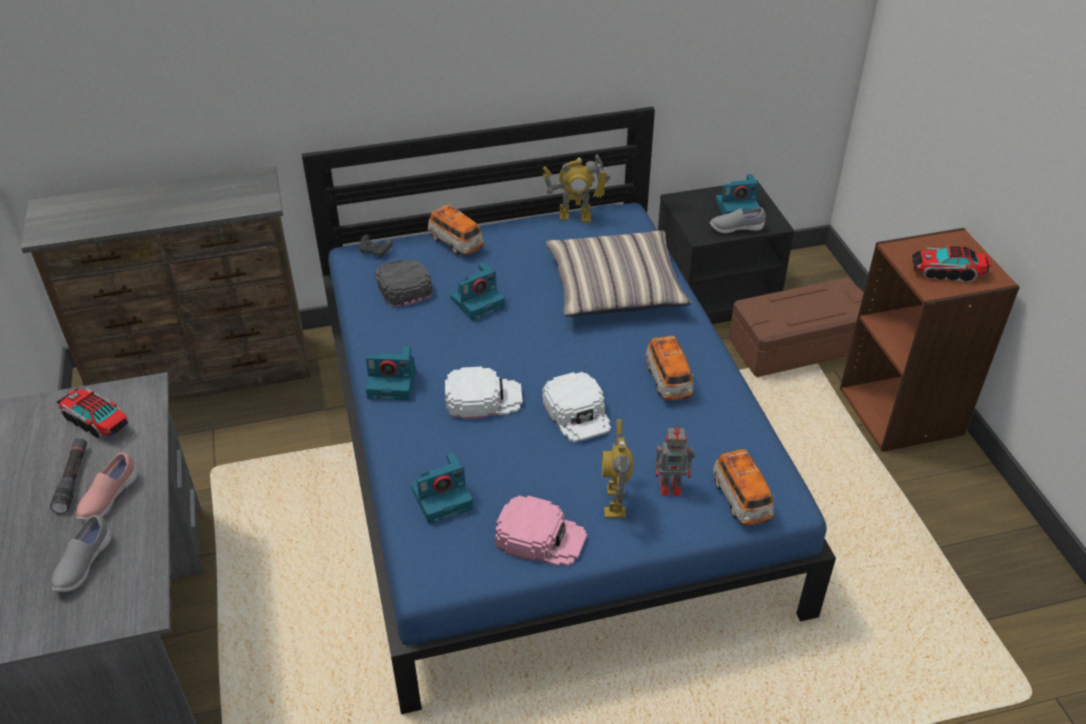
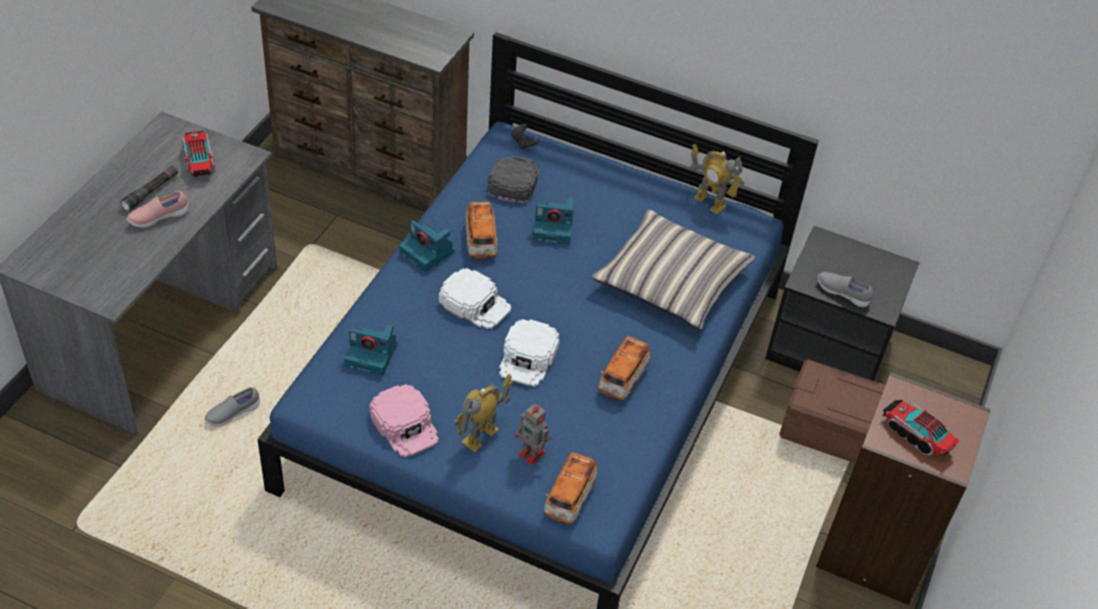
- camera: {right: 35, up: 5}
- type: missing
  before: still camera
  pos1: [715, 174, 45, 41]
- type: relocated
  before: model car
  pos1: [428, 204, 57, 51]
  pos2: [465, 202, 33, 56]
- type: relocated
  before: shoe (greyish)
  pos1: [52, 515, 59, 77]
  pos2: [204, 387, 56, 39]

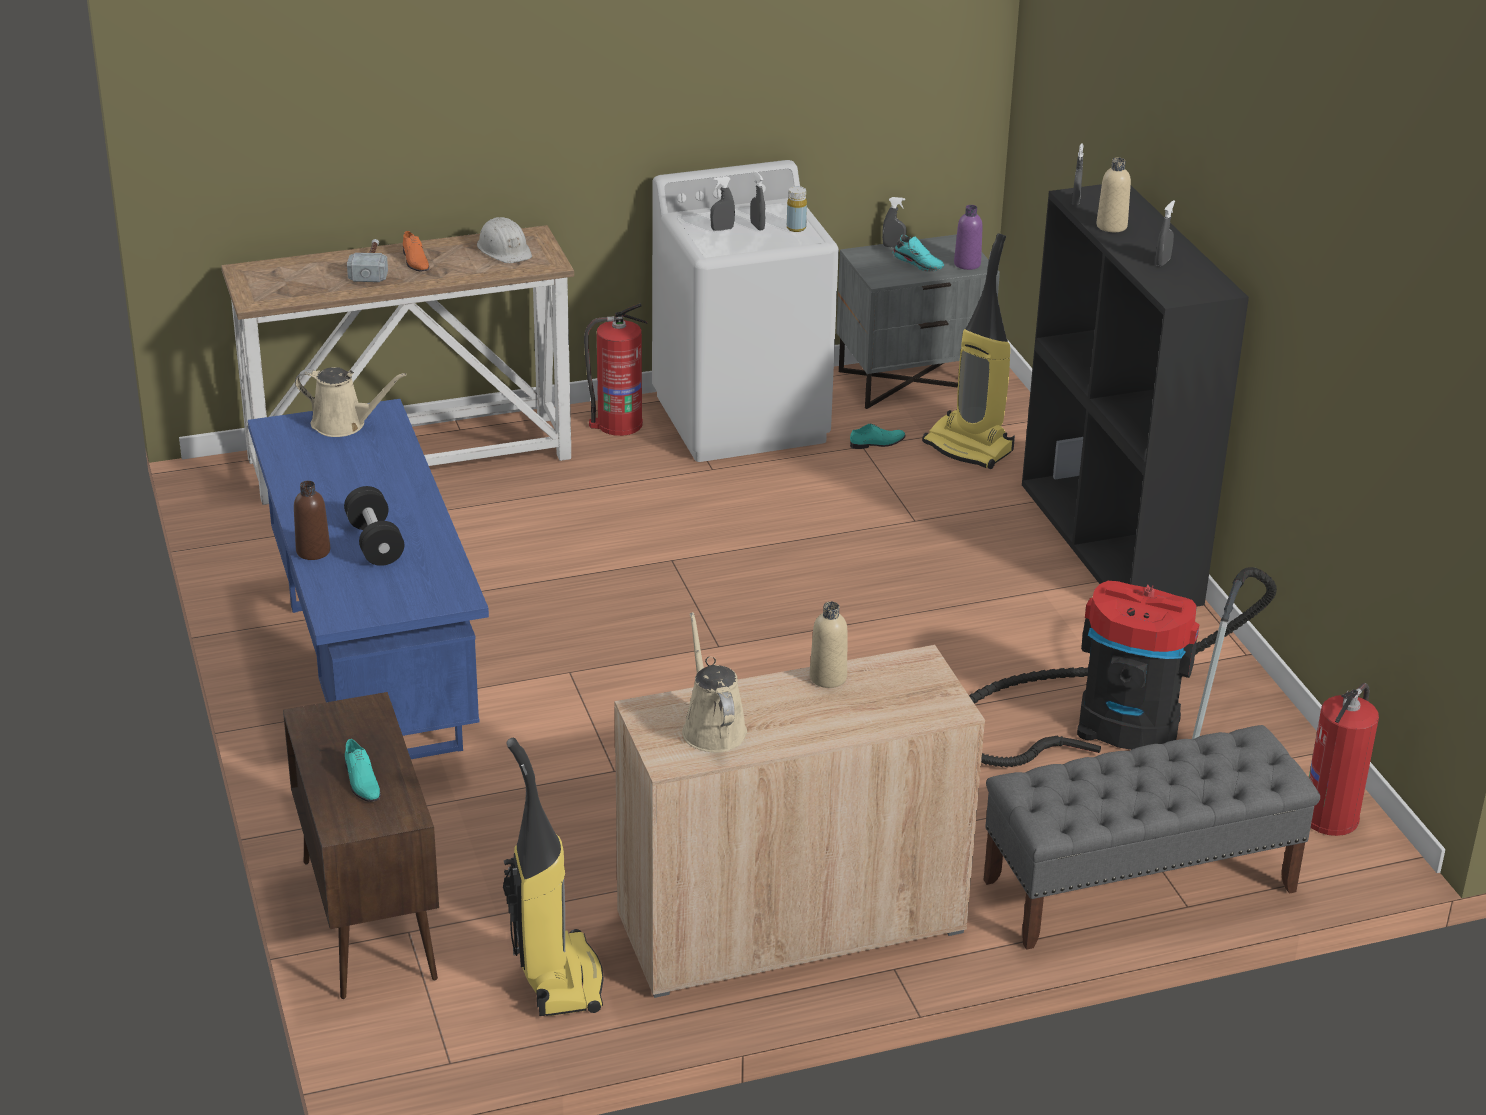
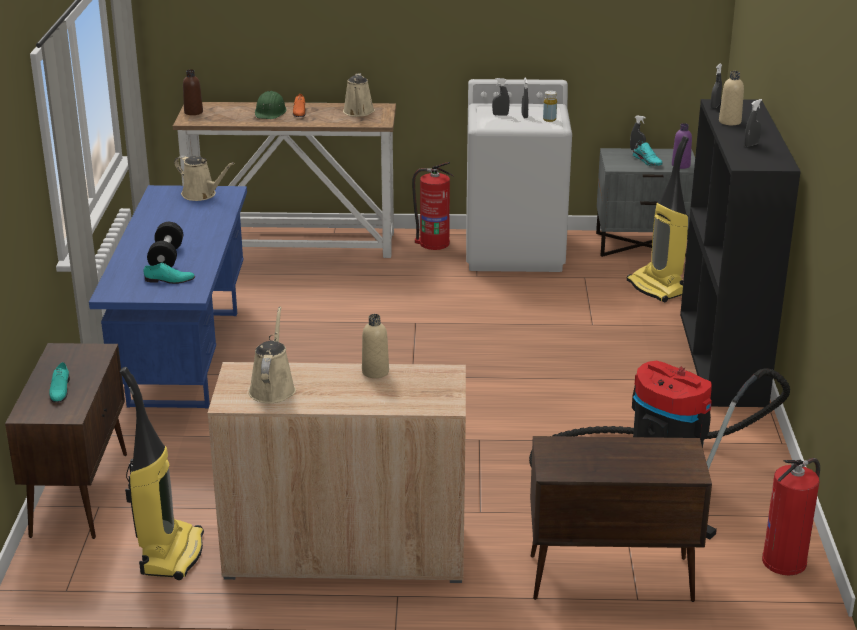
- camera: {right: 20, up: -5}
- type: exchanged
  before: work helmet (whitish)
  after: sprinkling can (beige-coloured)
  pos1: [477, 217, 55, 46]
  pos2: [343, 73, 32, 44]
- type: exchanged
  before: hand hammer
  after: work helmet (greenish)
  pos1: [347, 239, 41, 43]
  pos2: [255, 91, 32, 28]
- type: relocated
  before: shoe (blue-green)
  pos1: [850, 424, 56, 25]
  pos2: [144, 263, 51, 21]
- type: relocated
  before: bottle (brown-coloured)
  pos1: [294, 481, 36, 79]
  pos2: [183, 69, 20, 46]
- type: exchanged
  before: indoor bench (greyish)
  after: cabinet (brown-coloured)
  pos1: [984, 725, 336, 225]
  pos2: [530, 436, 182, 166]

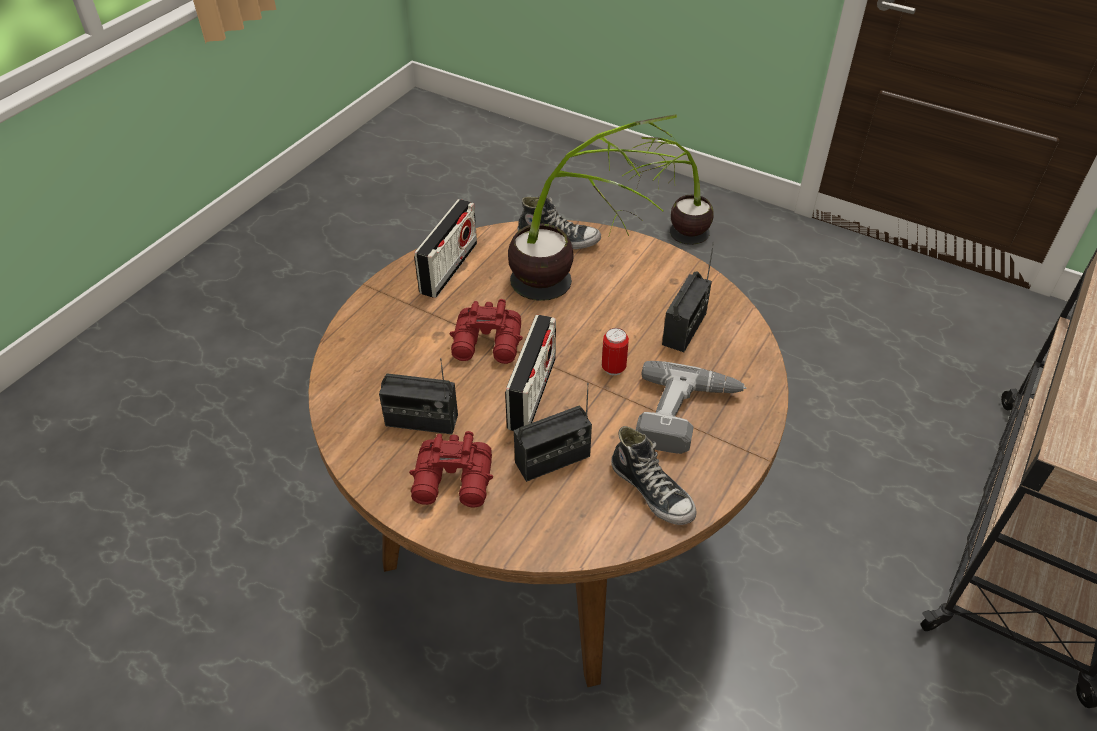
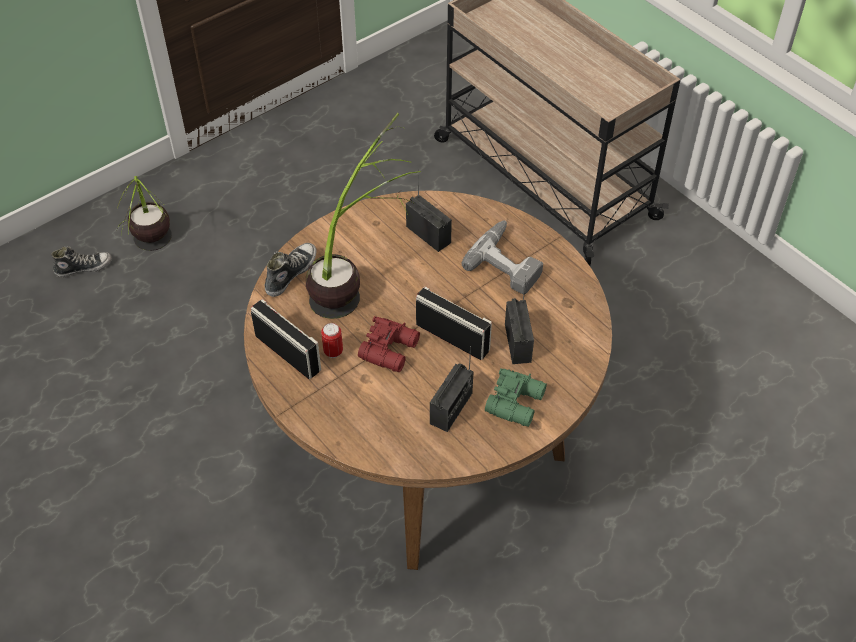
- camera: {right: -70, up: 5}
- type: relocated
  before: sealed can
  pos1: [602, 328, 27, 47]
  pos2: [321, 323, 22, 35]
- type: relocated
  before: shoe
  pos1: [611, 426, 85, 99]
  pos2: [51, 246, 61, 32]
- type: colour
  before: binoculars (red-coloured)
  after: binoculars (greenish)
  pos1: [409, 431, 84, 76]
  pos2: [485, 368, 62, 59]

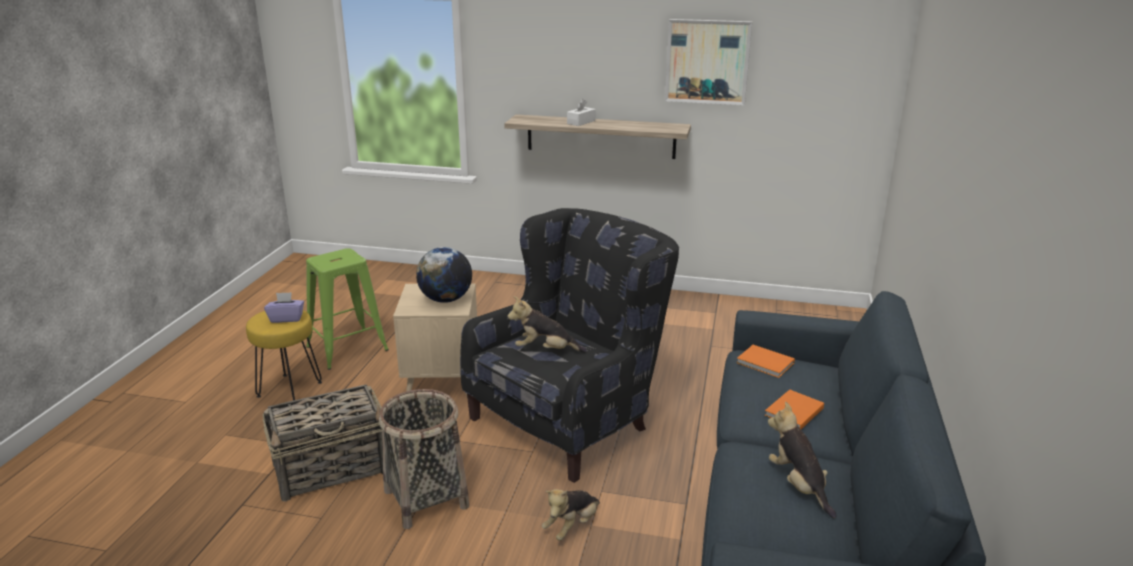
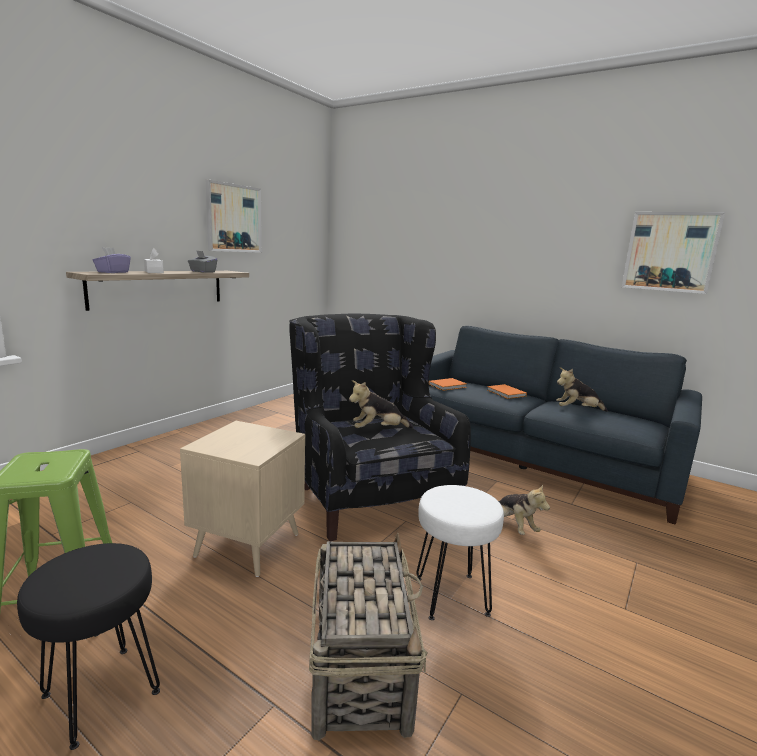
- camera: {right: -70, up: -10}
- type: missing
  before: desk globe
  pos1: [416, 247, 56, 56]
- type: relocated
  before: tissue box (purple-coloured)
  pos1: [264, 292, 40, 31]
  pos2: [92, 247, 39, 26]
- type: spun
  before: soft toy
  pos1: [507, 296, 80, 57]
  pos2: [349, 380, 64, 48]
  turn: 45
- type: colour
  before: stool (yellowish)
  after: stool (black)
  pos1: [246, 310, 76, 90]
  pos2: [17, 543, 143, 207]
- type: exchanged
  before: basket
  after: stool (whitish)
  pos1: [379, 389, 90, 140]
  pos2: [416, 485, 88, 135]
- type: appeared
  after: picture
  pos2: [622, 212, 103, 82]
- type: appeared
  after: tissue box (greyish)
  pos2: [188, 250, 29, 23]

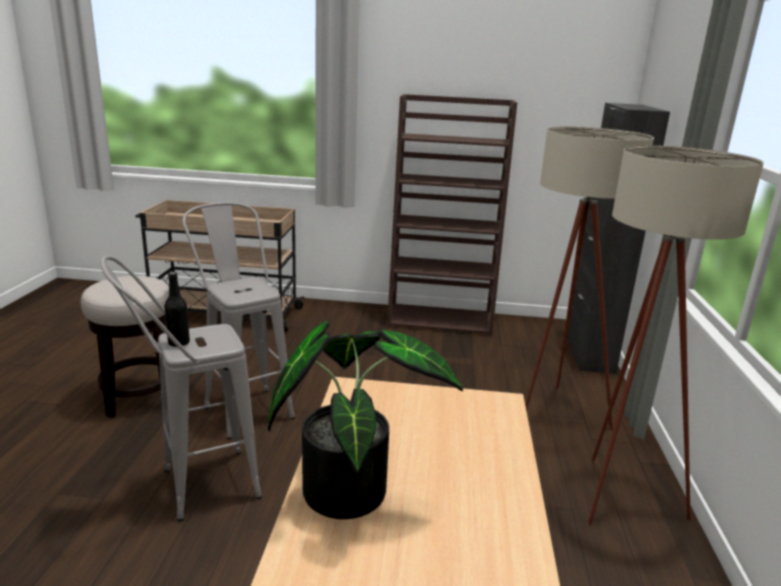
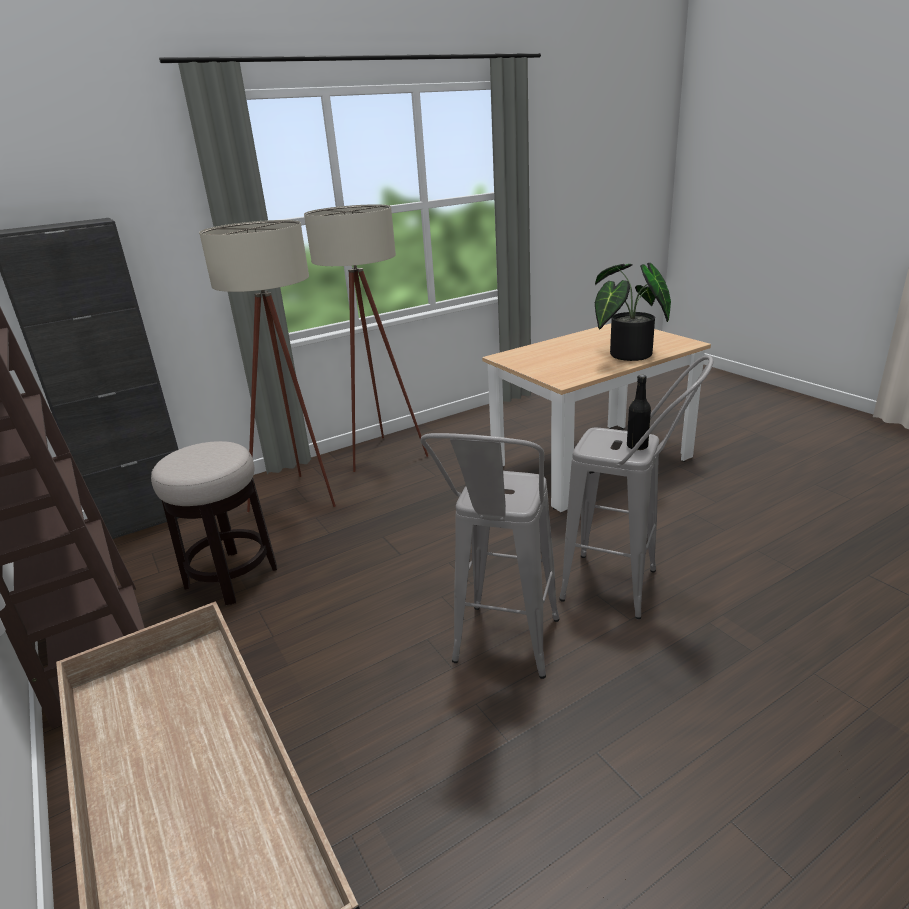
- camera: {right: -125, up: 5}
- type: relocated
  before: stool
  pos1: [81, 276, 88, 142]
  pos2: [151, 441, 126, 164]

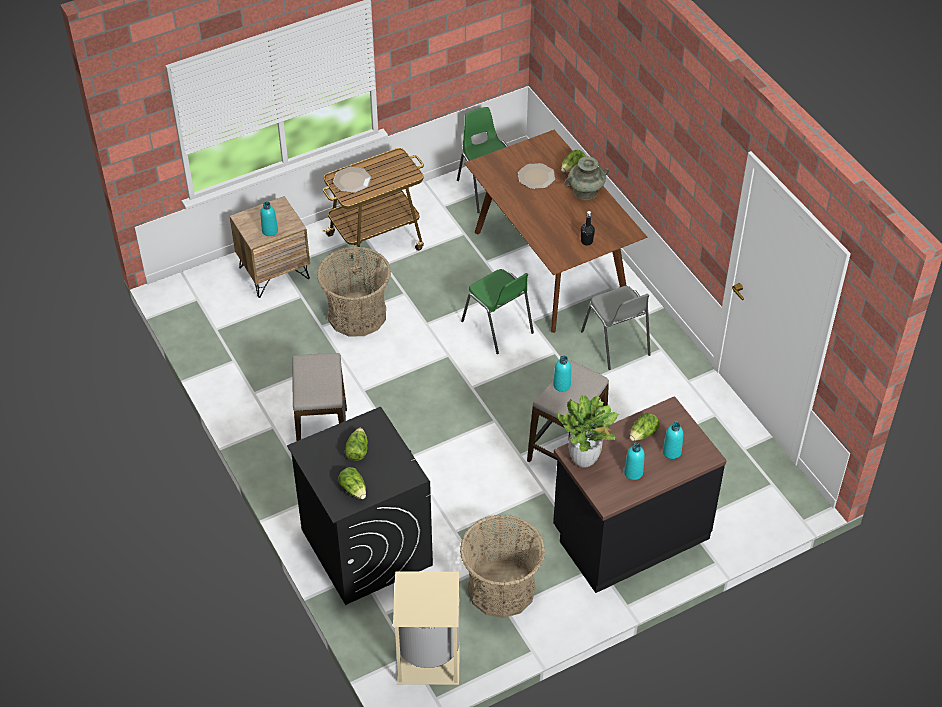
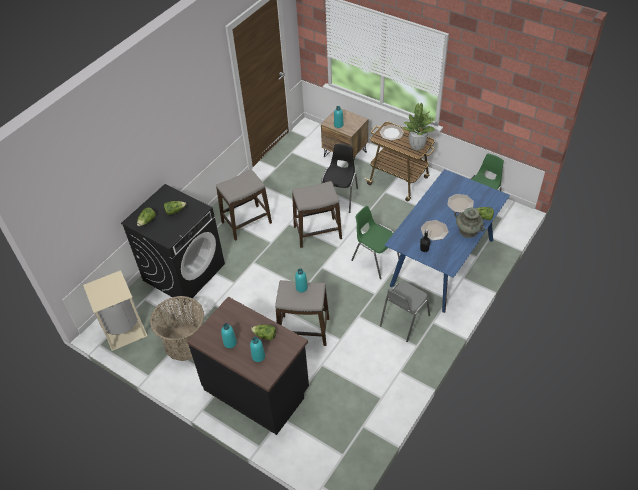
- camera: {right: 65, up: 0}
- type: colour
  before: kitchen table (brown-coloured)
  after: kitchen table (blue-coloured)
  pos1: [464, 130, 183, 203]
  pos2: [384, 169, 126, 144]
- type: exchanged
  before: basket
  after: upright chair (black)
  pos1: [317, 246, 74, 90]
  pos2: [321, 144, 37, 69]
- type: spun
  before: upright chair (greenish)
  pos1: [461, 269, 73, 85]
  pos2: [351, 206, 49, 73]
  turn: 105
- type: relocated
  before: plant in a pot
  pos1: [558, 395, 61, 73]
  pos2: [403, 103, 32, 48]
- type: appeared
  after: stool
  pos2: [292, 181, 50, 67]
- type: appeared
  after: flat dish
  pos2: [421, 220, 28, 21]

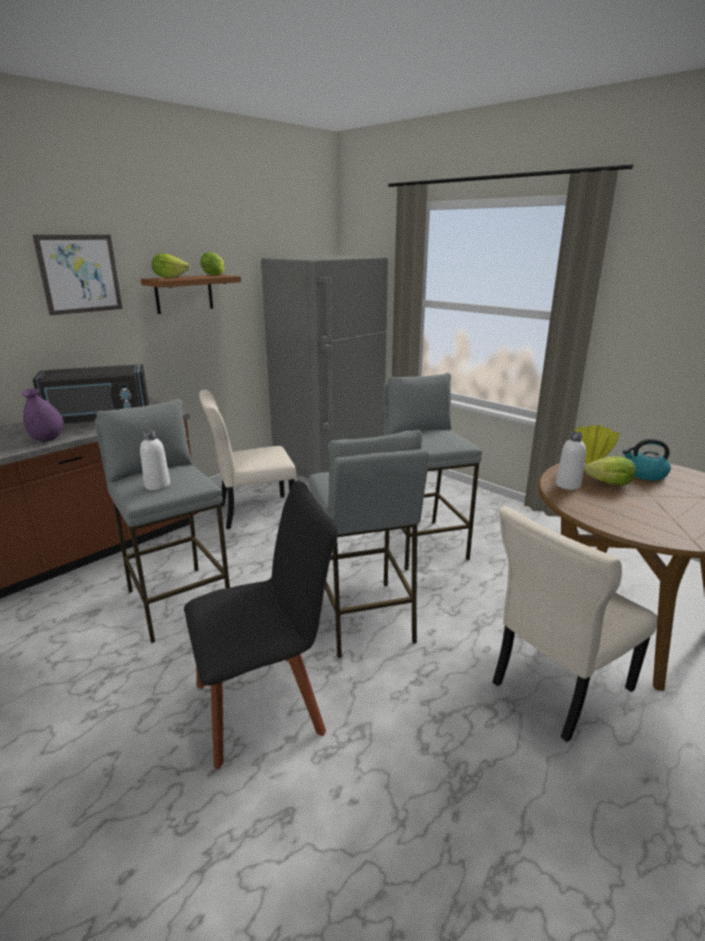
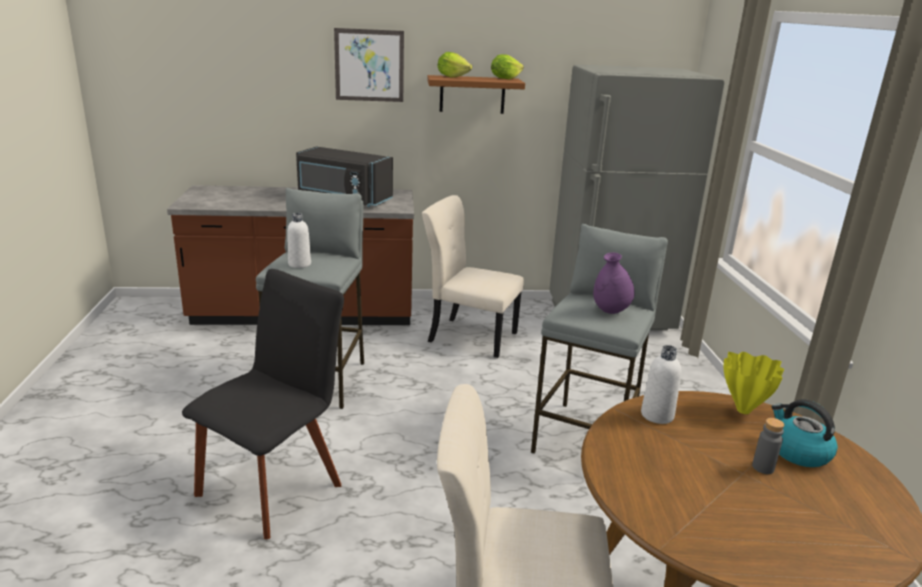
- camera: {right: 40, up: 0}
- type: relocated
  before: vase (purple-coloured)
  pos1: [22, 388, 42, 54]
  pos2: [593, 252, 42, 62]
- type: missing
  before: stool (greyish)
  pos1: [309, 430, 120, 228]
- type: missing
  before: lettuce
  pos1: [584, 456, 52, 30]
- type: spun
  before: upright chair (black)
  pos1: [184, 480, 154, 289]
  pos2: [182, 269, 162, 270]
  turn: -75
- type: appeared
  after: bottle (greyish)
  pos2: [752, 418, 32, 56]

